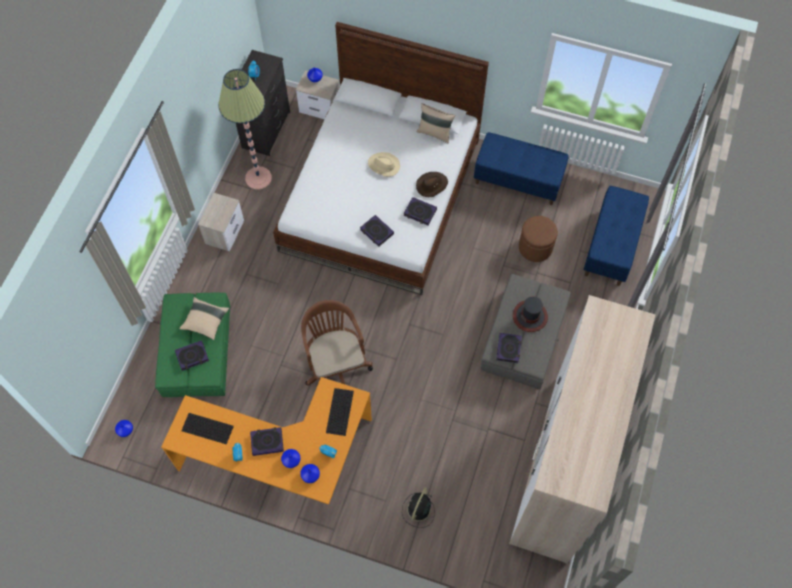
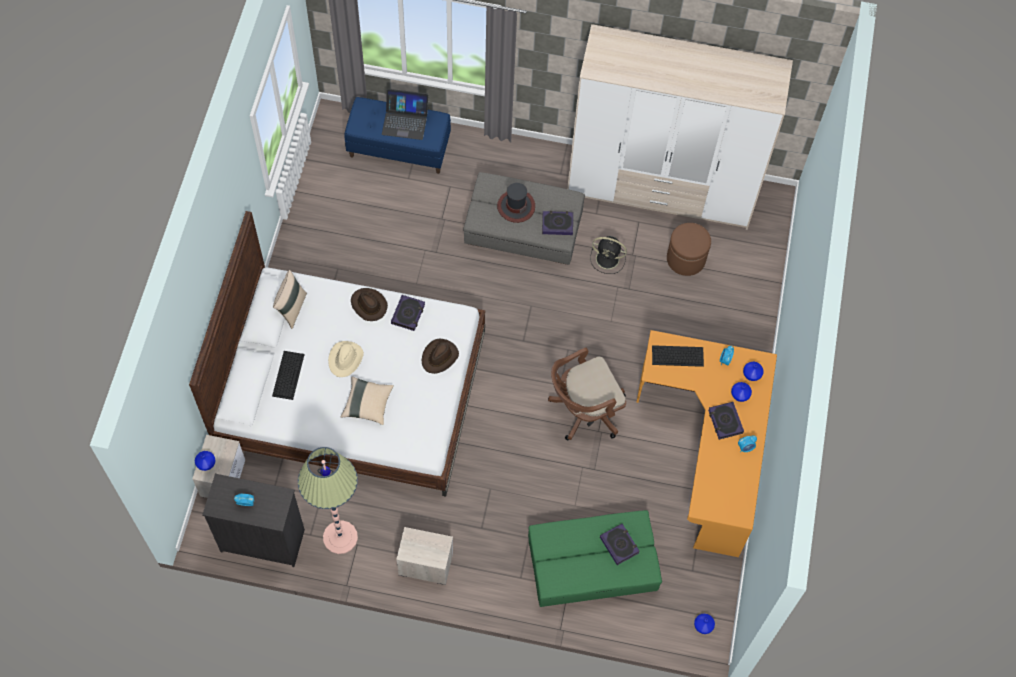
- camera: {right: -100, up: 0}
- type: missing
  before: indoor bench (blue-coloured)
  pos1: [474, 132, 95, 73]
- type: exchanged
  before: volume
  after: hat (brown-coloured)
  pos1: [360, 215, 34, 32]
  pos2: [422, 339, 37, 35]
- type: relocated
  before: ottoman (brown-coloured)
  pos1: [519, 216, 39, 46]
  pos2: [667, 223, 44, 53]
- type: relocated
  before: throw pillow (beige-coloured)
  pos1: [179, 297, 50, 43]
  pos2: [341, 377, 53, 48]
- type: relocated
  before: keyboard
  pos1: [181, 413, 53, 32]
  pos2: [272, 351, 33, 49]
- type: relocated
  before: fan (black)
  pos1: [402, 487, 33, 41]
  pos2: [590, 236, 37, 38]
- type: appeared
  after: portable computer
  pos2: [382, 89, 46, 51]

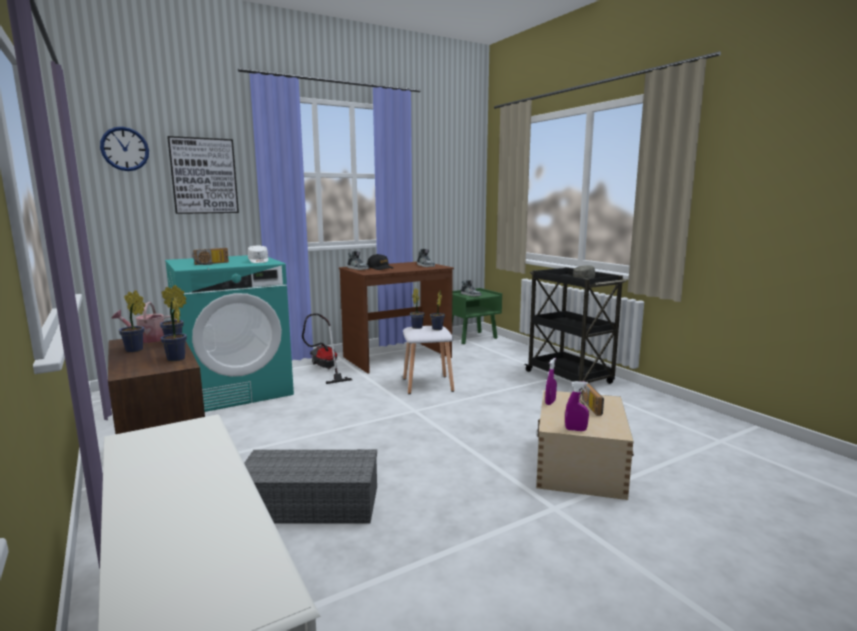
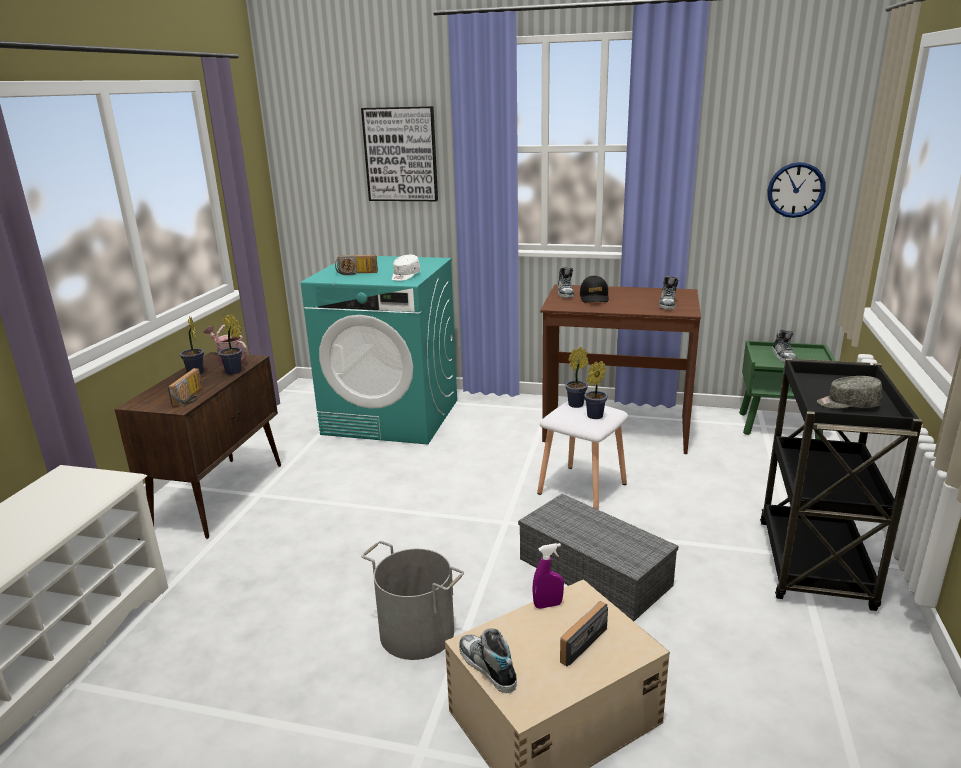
- camera: {right: 45, up: 10}
- type: relocated
  before: hanging clock
  pos1: [100, 127, 49, 44]
  pos2: [767, 162, 59, 56]
- type: exchanged
  before: plant in a pot
  after: radio
  pos1: [160, 297, 27, 64]
  pos2: [168, 368, 34, 39]
- type: missing
  before: hoover
  pos1: [302, 313, 50, 71]
- type: exchanged
  before: hand sprayer (purple-coloured)
  after: shoe
  pos1: [565, 381, 24, 50]
  pos2: [459, 629, 58, 64]
- type: relocated
  before: storage box (greyish)
  pos1: [244, 450, 133, 74]
  pos2: [518, 494, 160, 127]
- type: appeared
  after: water bucket (greyish)
  pos2: [361, 541, 103, 119]

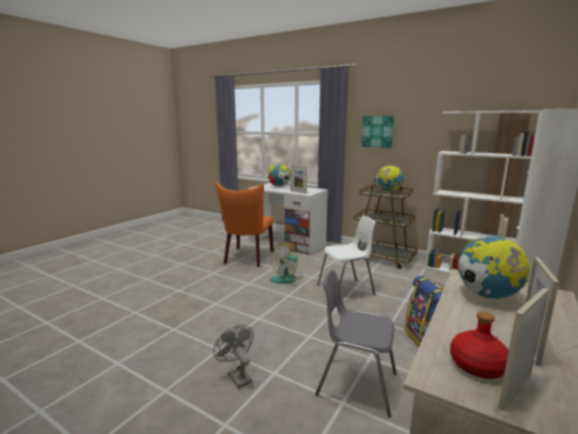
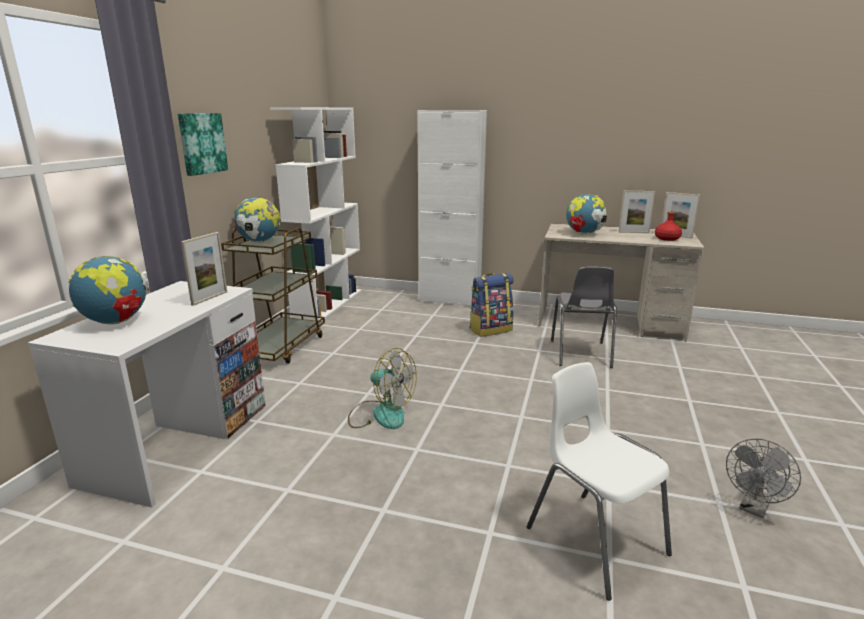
- camera: {right: -105, up: 5}
- type: missing
  before: upright chair (orangey)
  pos1: [216, 182, 57, 85]
- type: relocated
  before: upright chair (whitish)
  pos1: [317, 216, 59, 79]
  pos2: [527, 362, 145, 239]
- type: relocated
  before: fan (greyish)
  pos1: [213, 325, 41, 63]
  pos2: [726, 438, 75, 80]

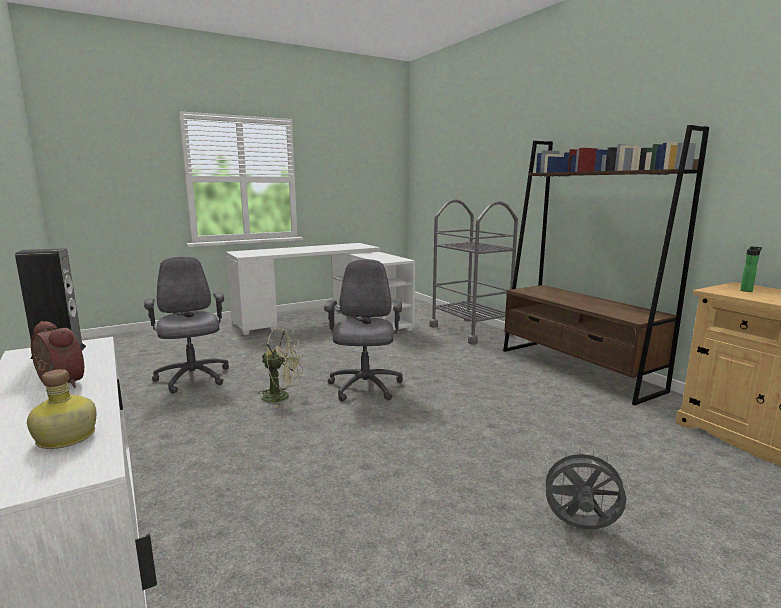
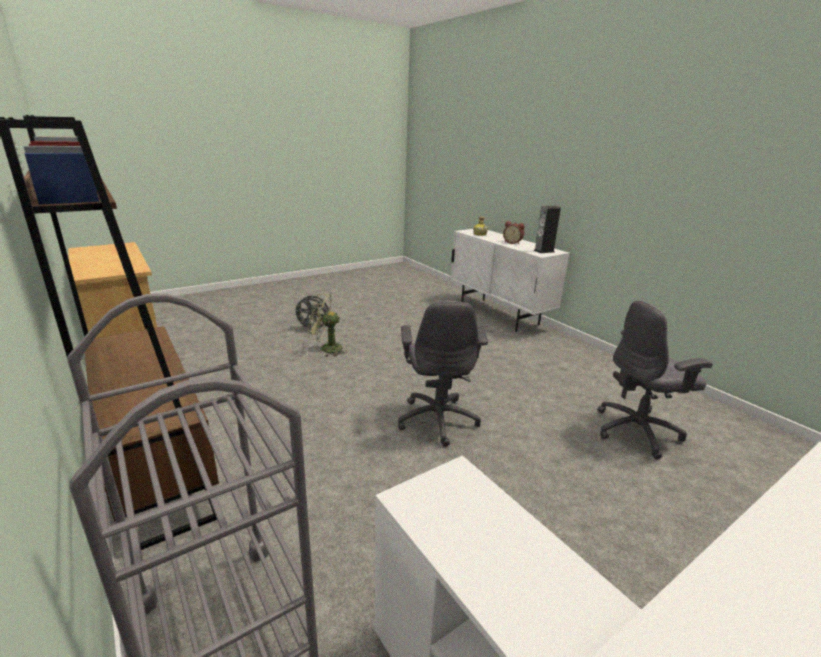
- camera: {right: 175, up: 10}
- type: missing
  before: bottle
  pos1: [740, 247, 22, 45]
- type: spun
  before: computer chair (greyish)
  pos1: [144, 256, 85, 138]
  pos2: [597, 301, 116, 159]
  turn: 105
- type: relocated
  before: fan (greenish)
  pos1: [258, 328, 45, 80]
  pos2: [308, 293, 40, 64]

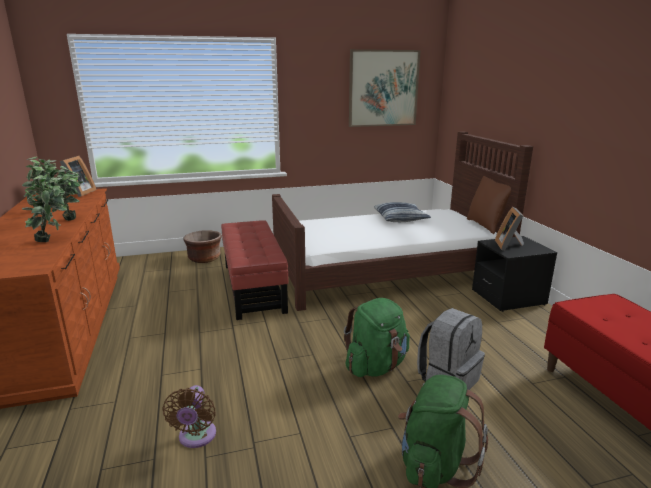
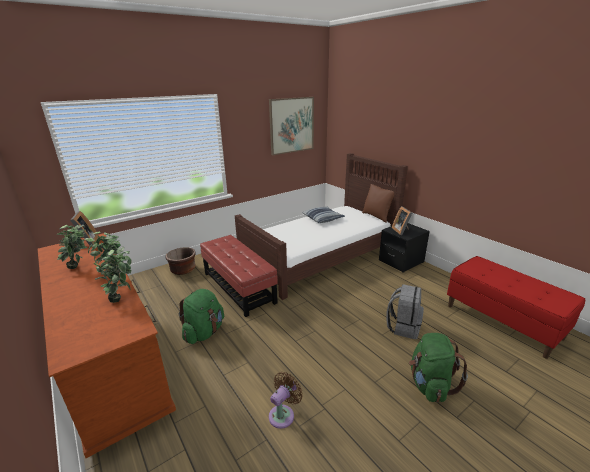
- camera: {right: -20, up: 5}
- type: relocated
  before: knapsack (greenish)
  pos1: [344, 298, 66, 79]
  pos2: [179, 289, 45, 55]
- type: spun
  before: fan (brown-coloured)
  pos1: [162, 385, 54, 63]
  pos2: [269, 372, 34, 57]
  turn: -120

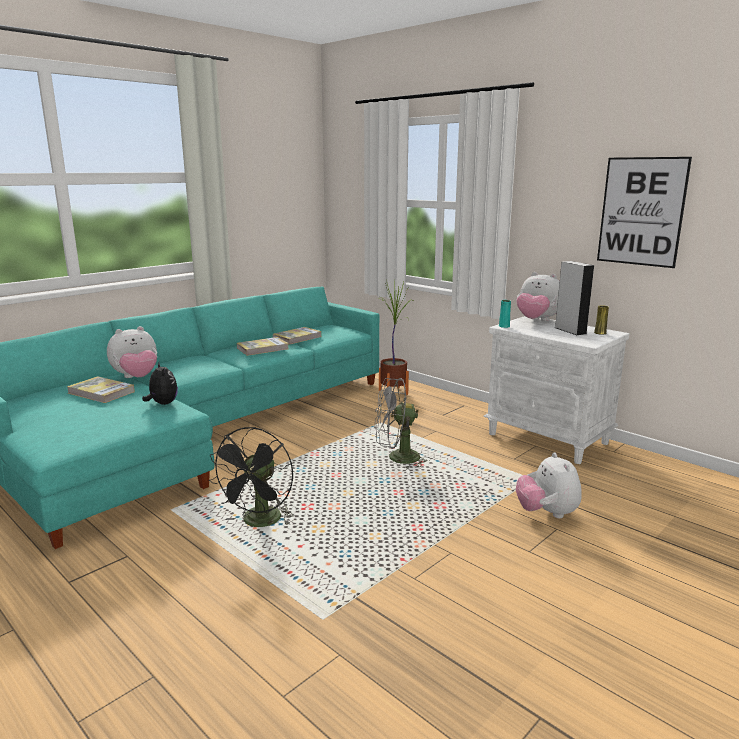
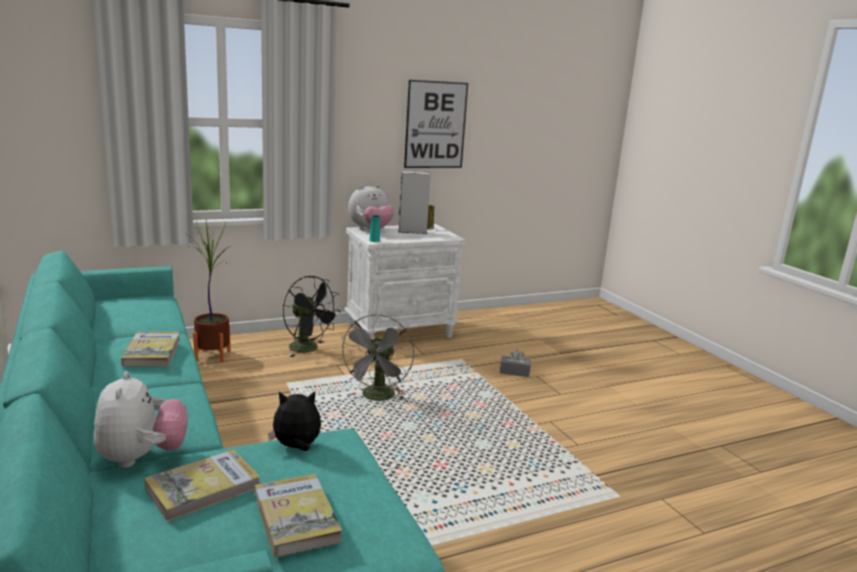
- camera: {right: -70, up: 0}
- type: relocated
  before: volume
  pos1: [273, 327, 49, 18]
  pos2: [255, 474, 87, 84]
- type: relocated
  before: fan (black)
  pos1: [209, 427, 84, 100]
  pos2: [283, 276, 58, 81]
- type: exchanged
  before: soft toy
  after: tissue box (greyish)
  pos1: [516, 452, 66, 66]
  pos2: [500, 349, 31, 28]

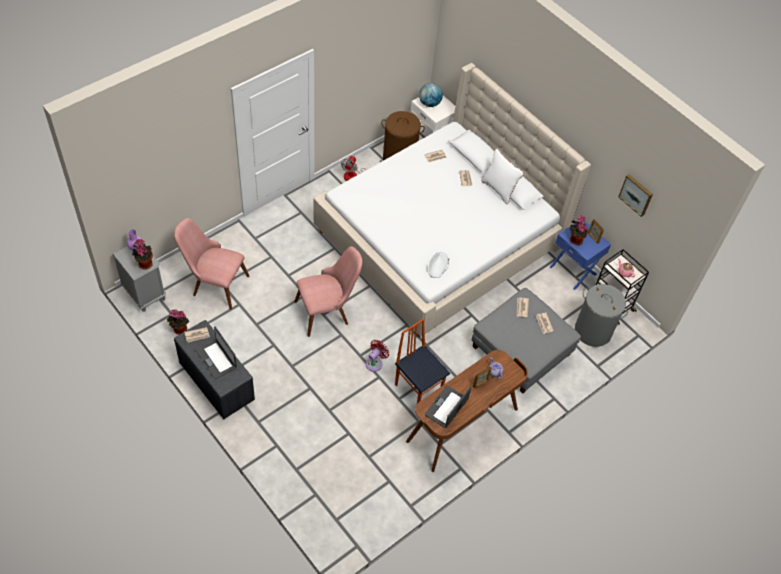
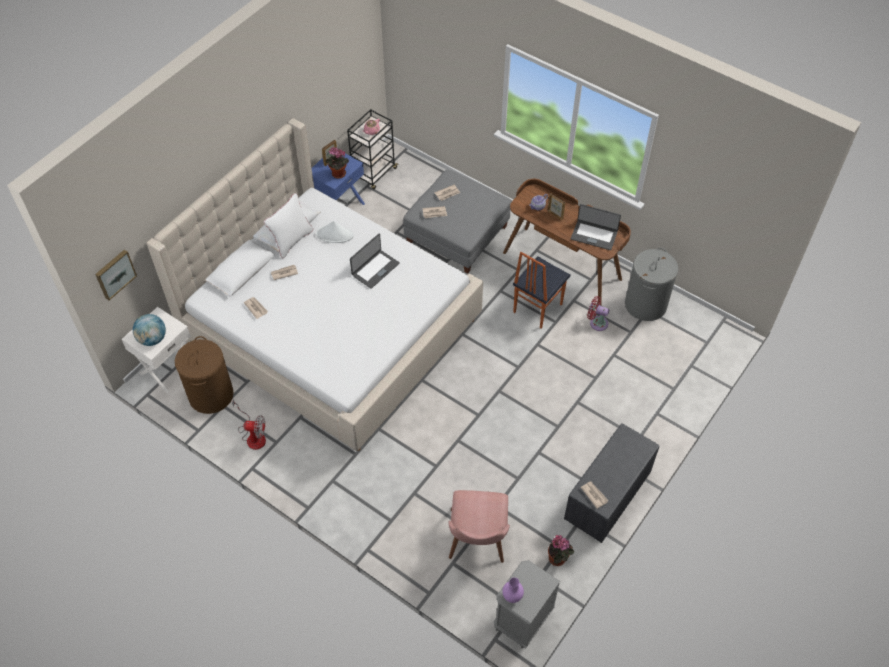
- camera: {right: -100, up: 0}
- type: relocated
  before: picture
  pos1: [618, 174, 35, 43]
  pos2: [95, 250, 42, 50]
- type: missing
  before: plant in a pot
  pos1: [132, 239, 21, 31]
- type: missing
  before: upright chair (pink)
  pos1: [294, 246, 69, 91]
- type: relocated
  before: hat (whitish)
  pos1: [428, 251, 21, 27]
  pos2: [316, 221, 38, 22]
- type: relocated
  before: washing basket (greyish)
  pos1: [575, 284, 53, 63]
  pos2: [625, 248, 53, 73]
- type: relocated
  before: portable computer
  pos1: [196, 327, 41, 52]
  pos2: [350, 234, 50, 55]
- type: relocated
  before: fan (red-coloured)
  pos1: [366, 340, 23, 32]
  pos2: [587, 296, 22, 35]

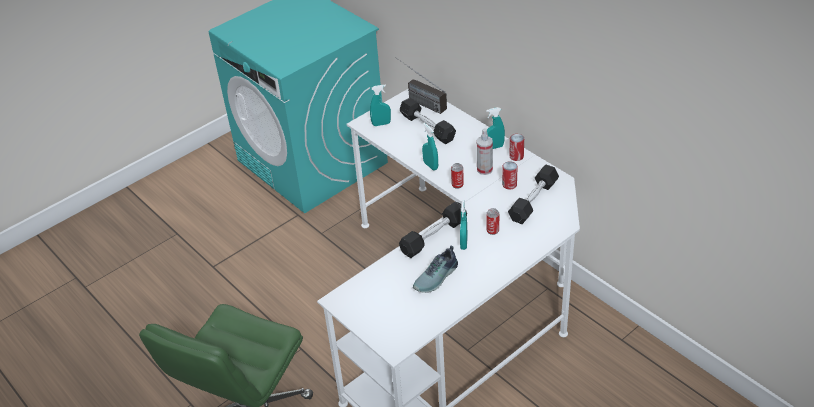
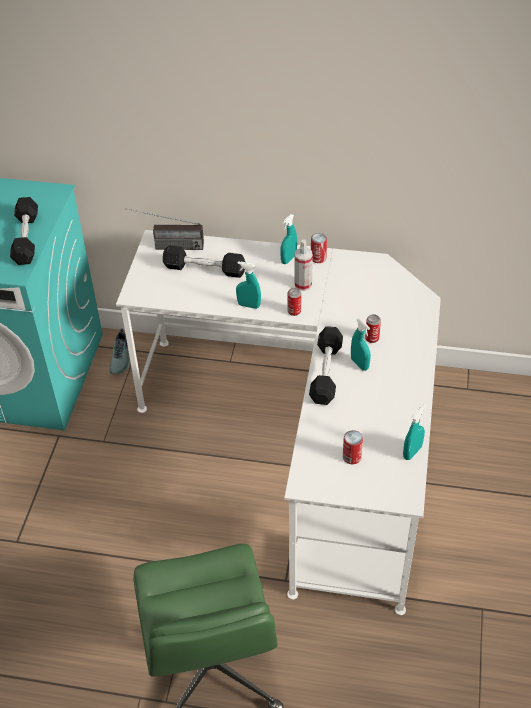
- camera: {right: -40, up: 5}
- type: relocated
  before: hand sprayer (blue-green)
  pos1: [370, 84, 21, 42]
  pos2: [403, 404, 23, 56]
- type: relocated
  before: sealed can
  pos1: [502, 161, 15, 28]
  pos2: [343, 430, 20, 34]
- type: relocated
  before: hand weight (black)
  pos1: [508, 165, 51, 59]
  pos2: [10, 197, 28, 68]
- type: relocated
  before: shoe
  pos1: [413, 245, 45, 48]
  pos2: [109, 328, 21, 46]

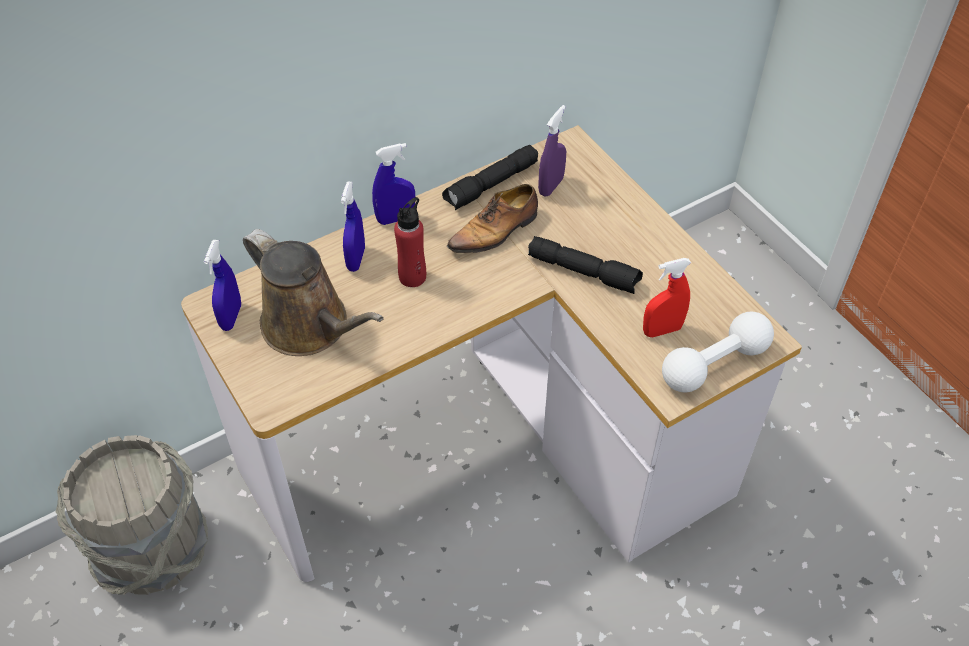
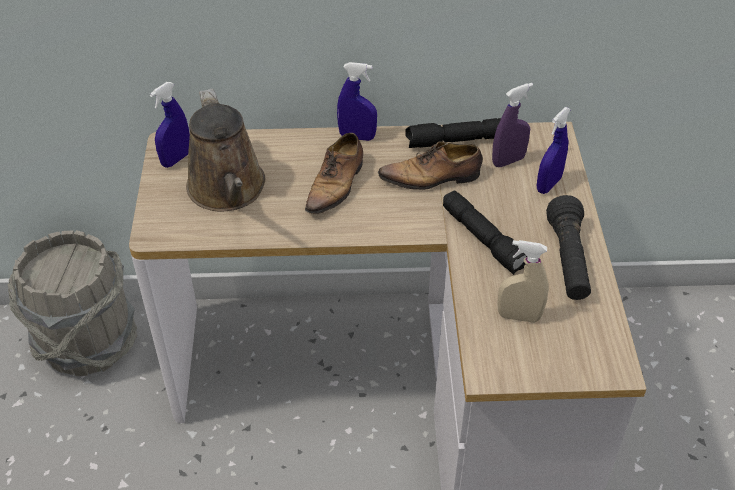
- camera: {right: 30, up: -5}
- type: relocated
  before: hand sprayer (blue-coloured)
  pos1: [341, 181, 24, 91]
  pos2: [537, 107, 34, 87]
- type: exchanged
  before: bottle (red-coloured)
  after: shoe
  pos1: [394, 197, 32, 90]
  pos2: [305, 133, 58, 81]
- type: colour
  before: hand sprayer (red-coloured)
  after: hand sprayer (beige-coloured)
  pos1: [643, 258, 48, 79]
  pos2: [497, 240, 52, 83]
- type: missing
  before: hand weight (whitish)
  pos1: [662, 312, 112, 80]
- type: appeared
  after: torch (black)
  pos2: [546, 195, 45, 105]

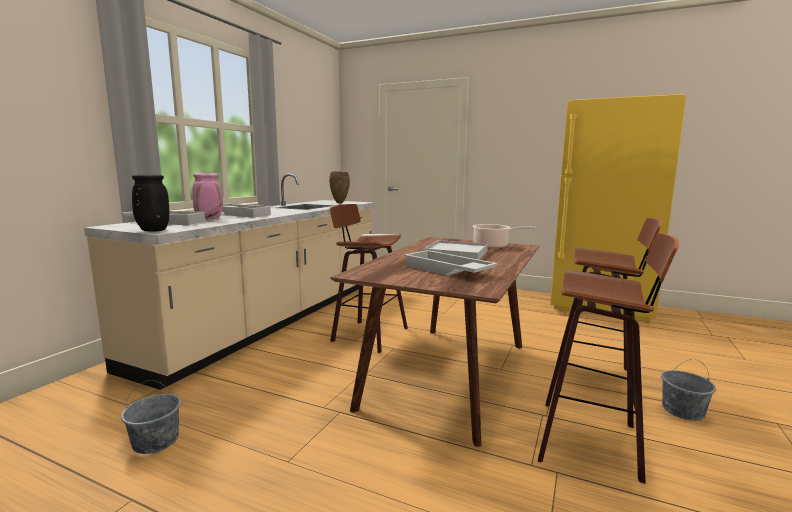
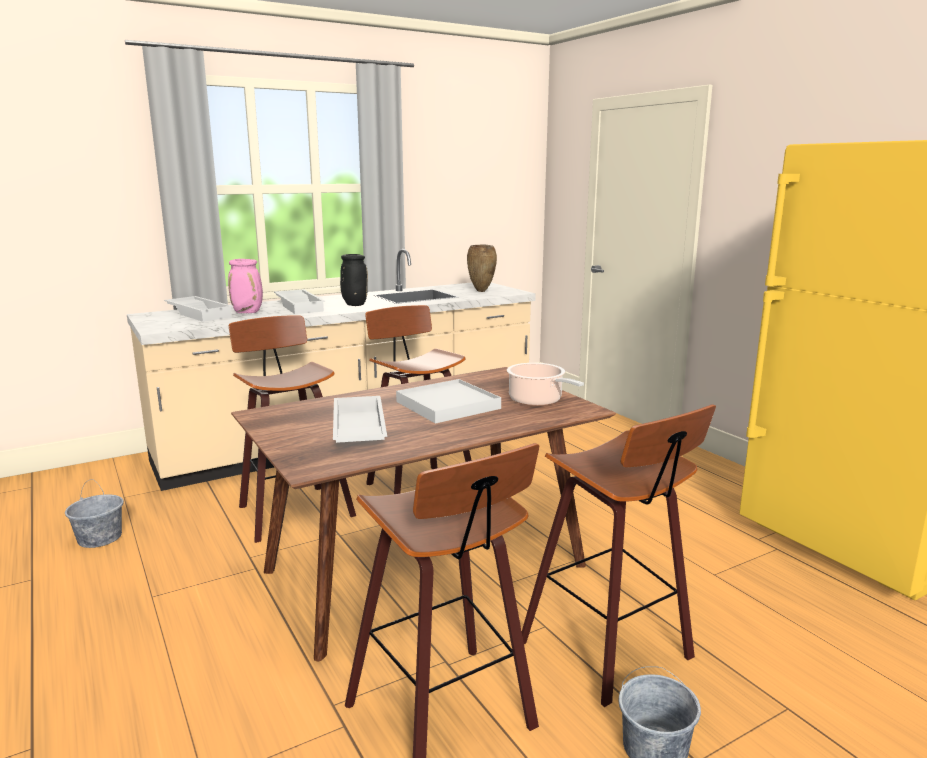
- camera: {right: 35, up: 5}
- type: relocated
  before: vase (black)
  pos1: [132, 174, 38, 58]
  pos2: [340, 254, 28, 52]
- type: appeared
  after: stool
  pos2: [229, 315, 127, 228]

